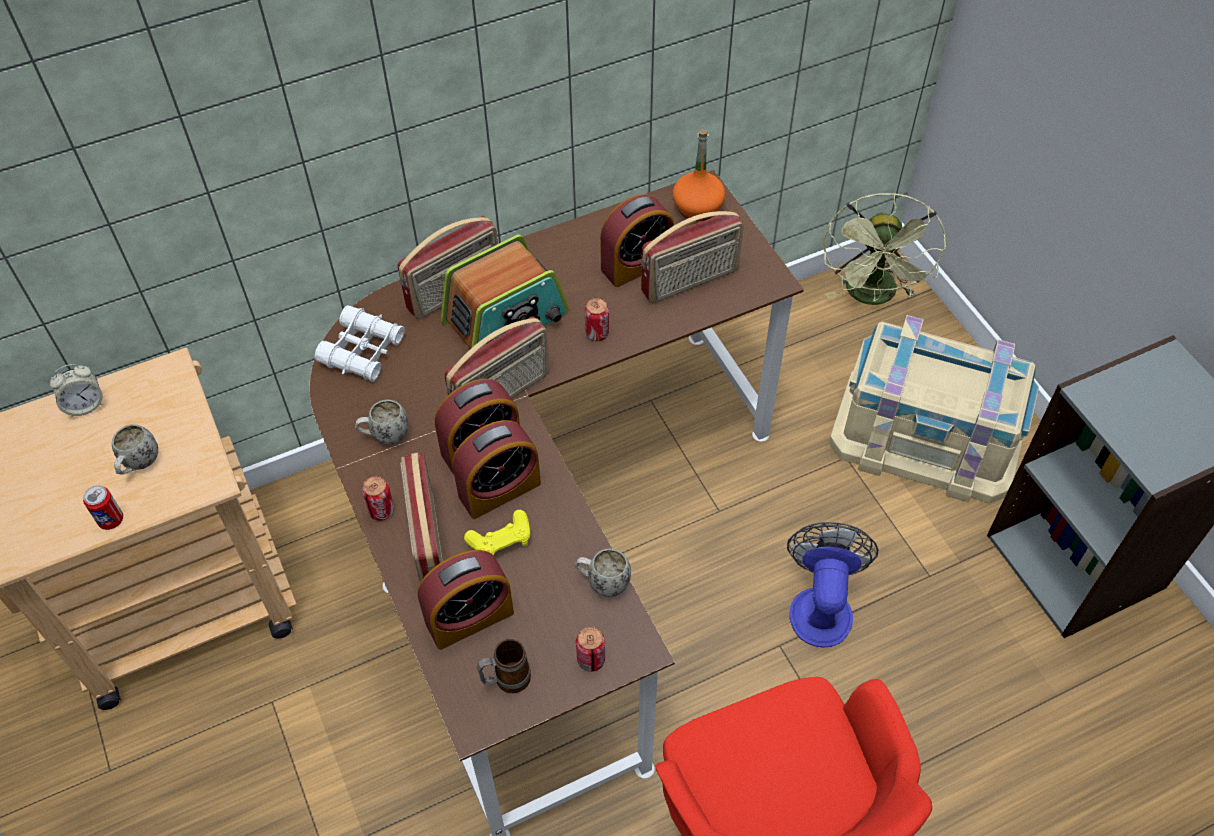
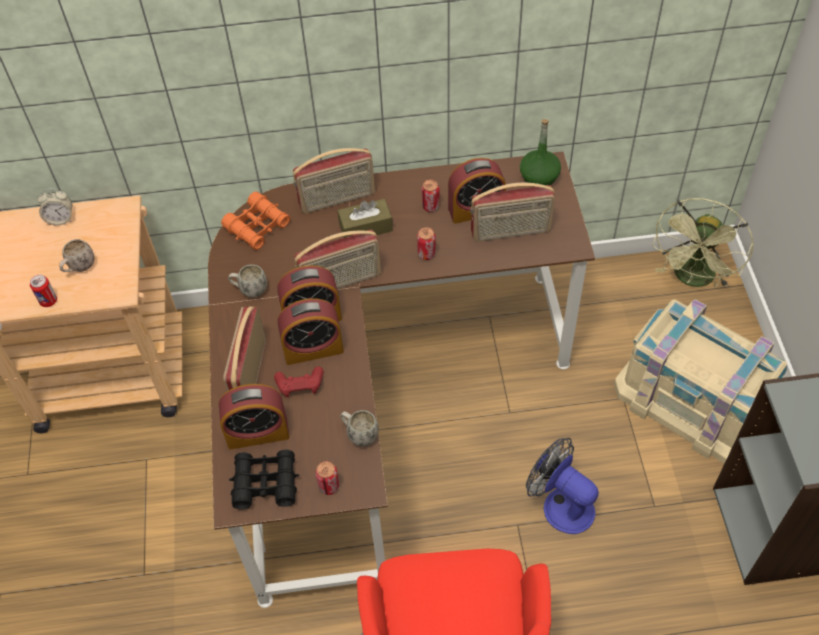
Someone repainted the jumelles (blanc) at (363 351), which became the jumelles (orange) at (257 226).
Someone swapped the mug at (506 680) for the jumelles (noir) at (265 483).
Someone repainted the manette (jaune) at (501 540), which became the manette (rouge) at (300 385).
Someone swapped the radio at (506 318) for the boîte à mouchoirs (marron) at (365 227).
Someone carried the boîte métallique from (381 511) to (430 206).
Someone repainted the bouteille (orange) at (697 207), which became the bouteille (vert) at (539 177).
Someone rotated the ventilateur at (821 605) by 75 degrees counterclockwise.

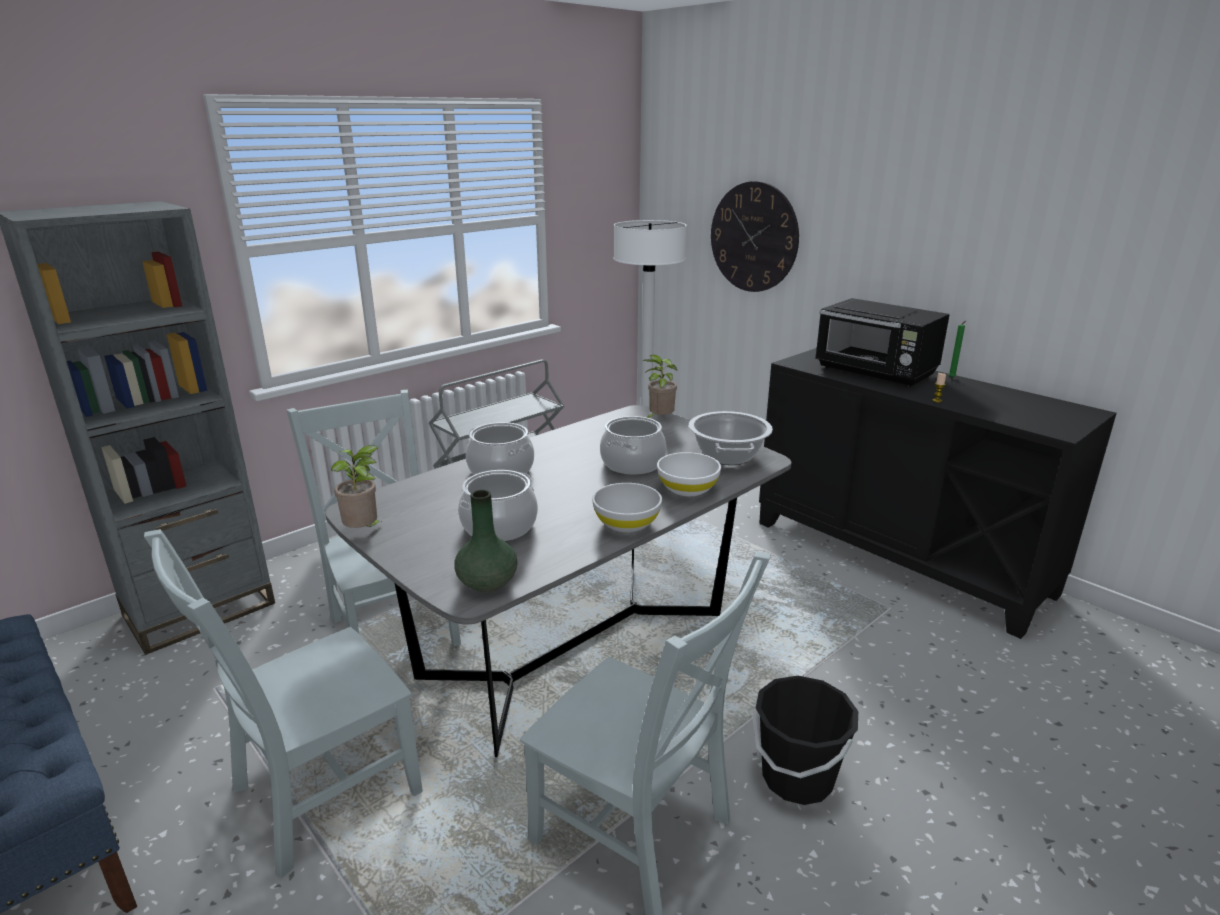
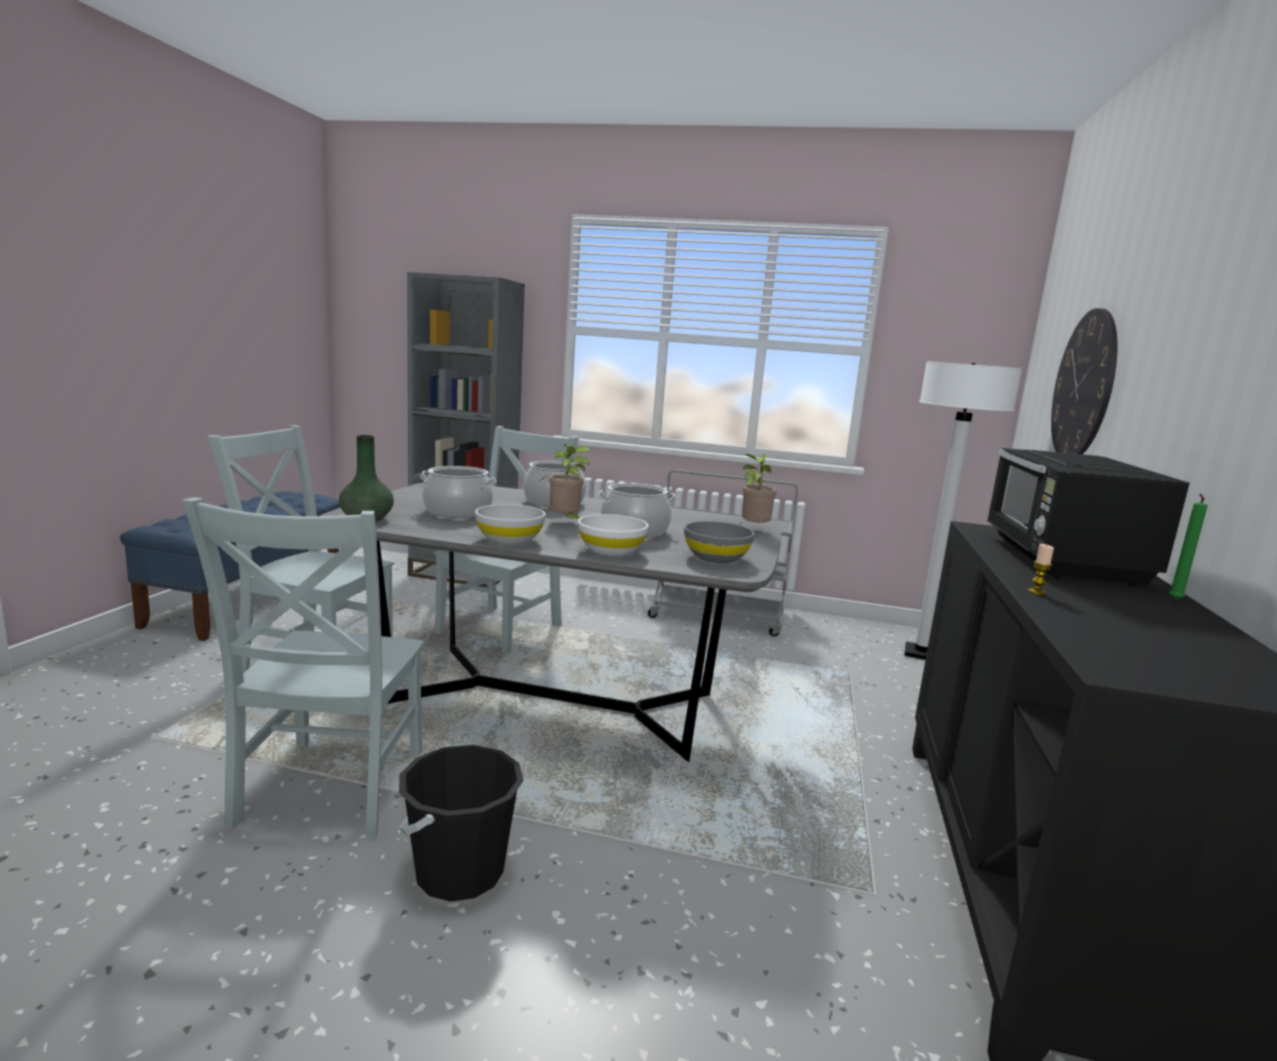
Someone carried the plante en pot from (364 531) to (566 522).
Someone swapped the marmite at (728 456) for the bol (gris) at (716 558).

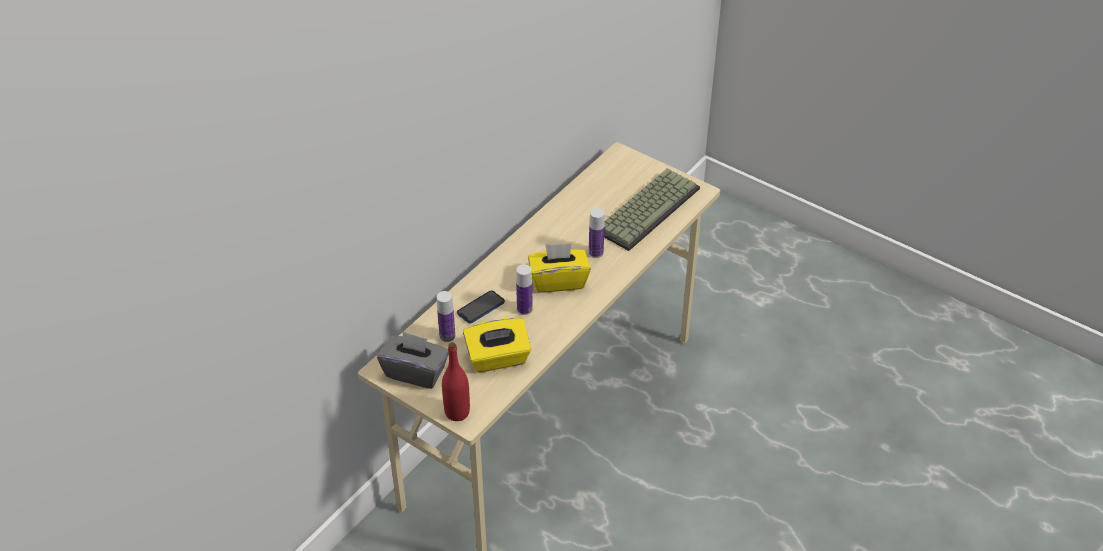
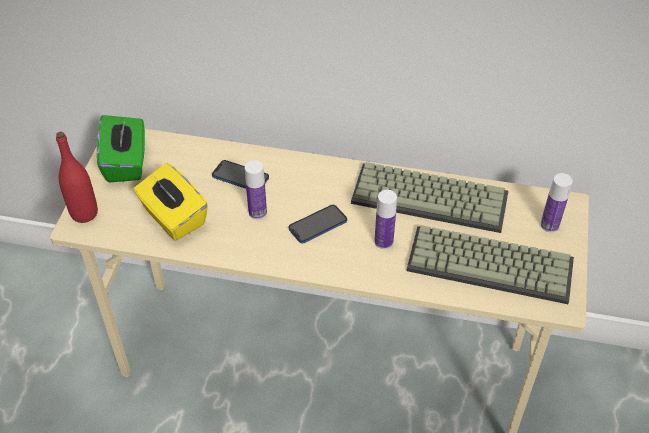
Someone repainted the boîte à mouchoirs (gris) at (415 372), which became the boîte à mouchoirs (vert) at (126 162).
Someone swapped the boîte à mouchoirs (jaune) at (558 281) for the téléphone at (317 225).
Someone put down the clavier at (431 197).
Someone carried the bouteille from (447 336) to (549 225).

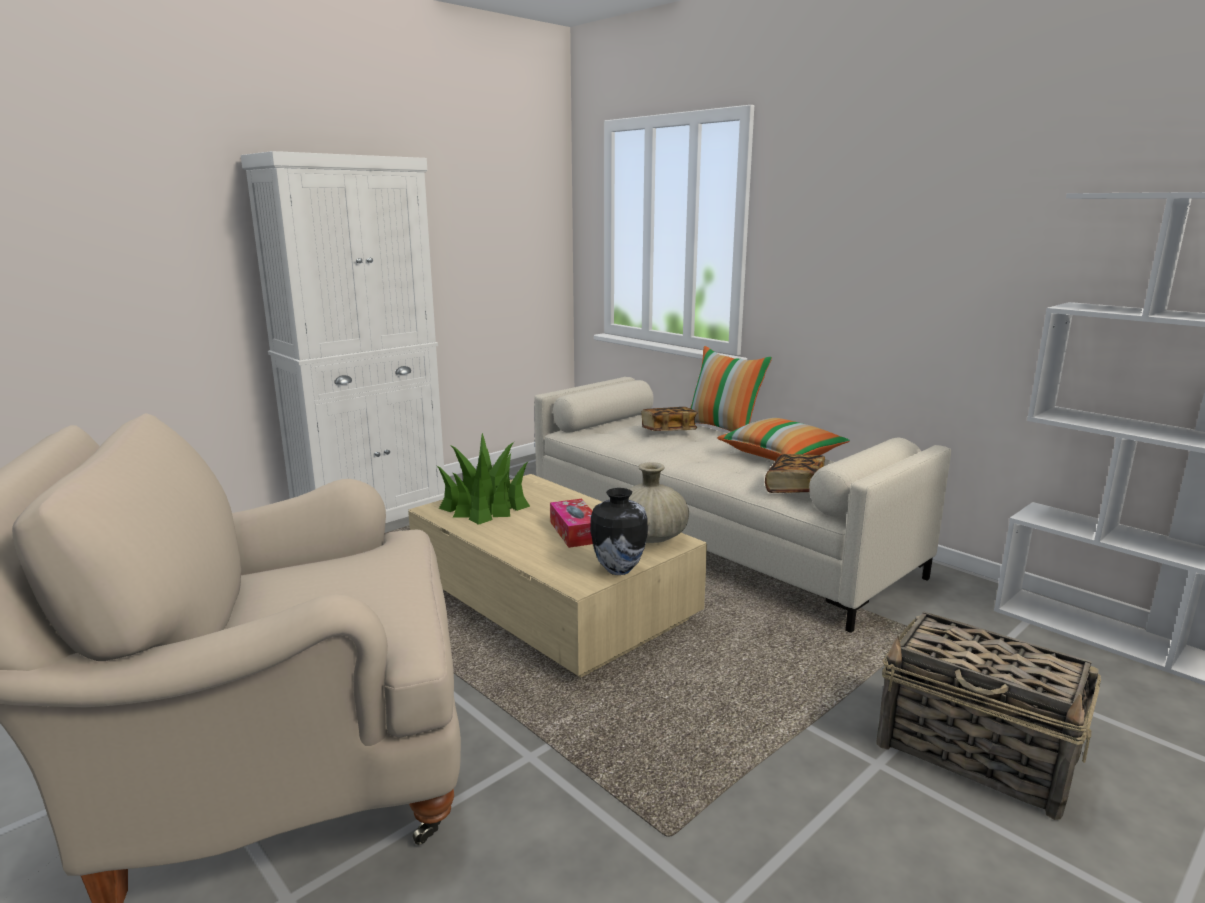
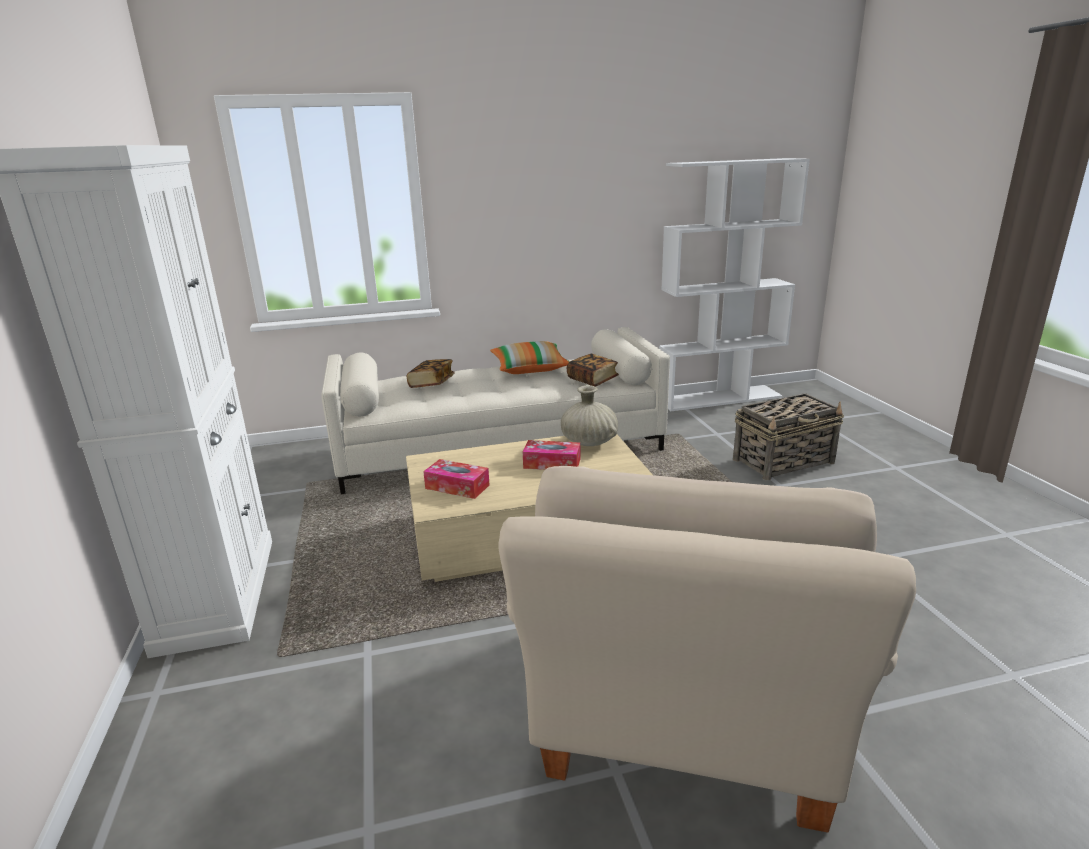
Someone swapped the plante en pot at (485 506) for the boîte à mouchoirs at (457 487).
Someone took away the vase at (618 569).
Someone took away the coussin at (723 429).

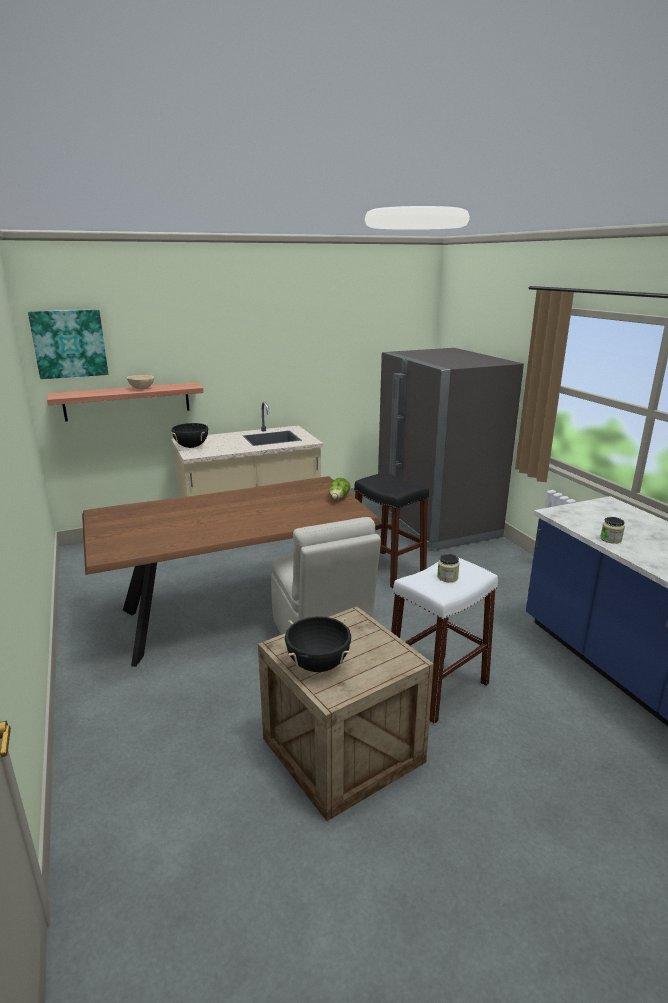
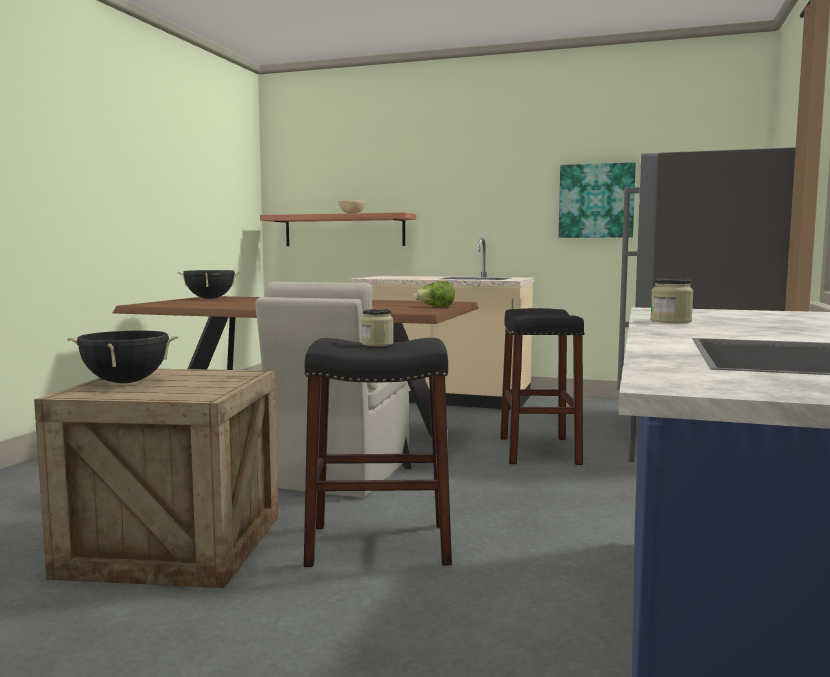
Someone carried the marmite (noir) from (191 447) to (210 298).
Someone repainted the tabouret (blanc) at (437 687), which became the tabouret (noir) at (379 544).
Someone carried the tableau from (69 343) to (596 201).

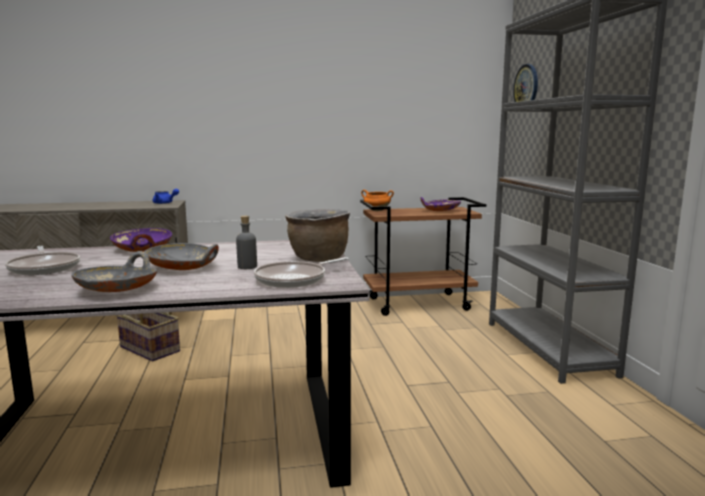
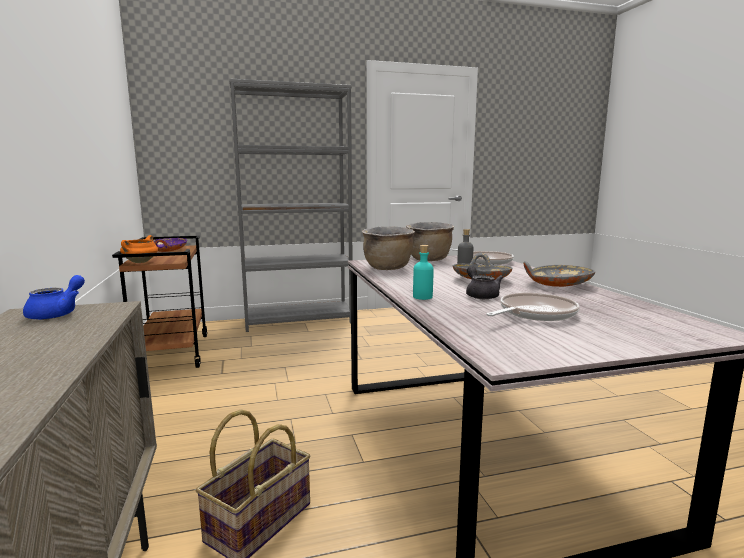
Someone put down the marmite (marron) at (388 268).
Someone swapped the bol (violet) at (142 249) for the bouteille (turquoise) at (422 297).
Someone put down the théière (gris) at (481 295).
Someone took away the horloge murale at (526 87).

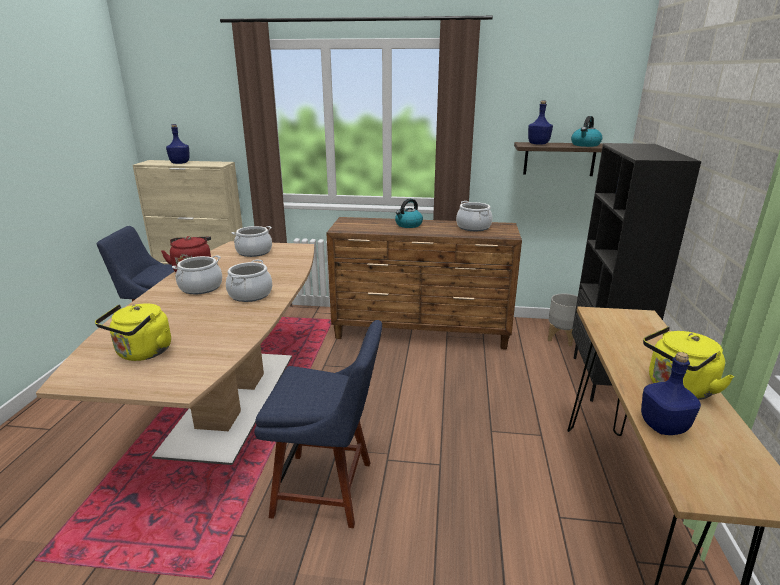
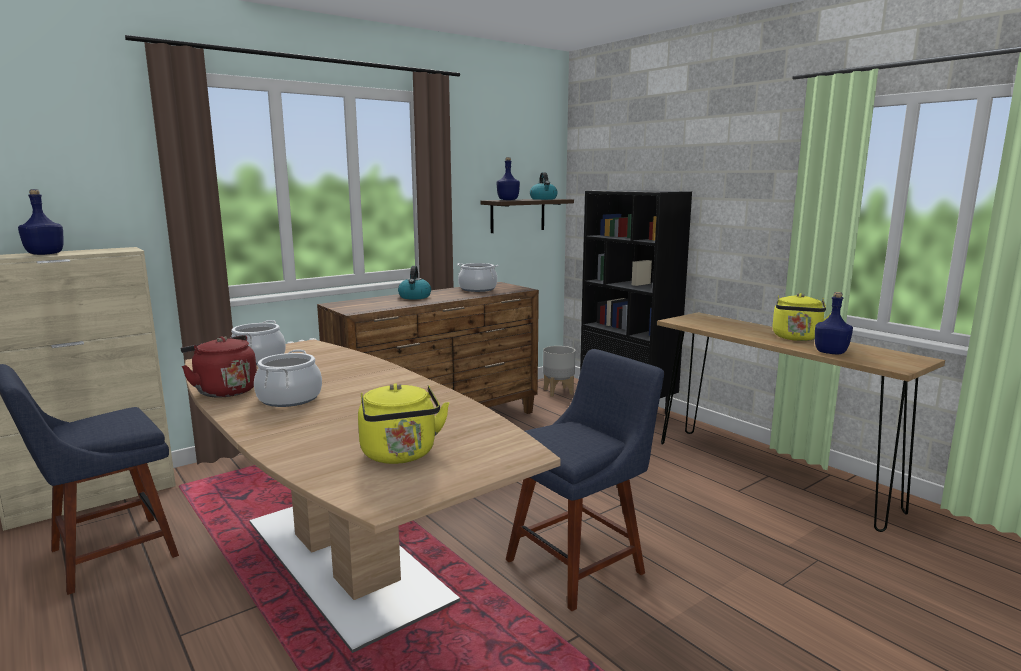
Someone took away the marmite at (250 294).

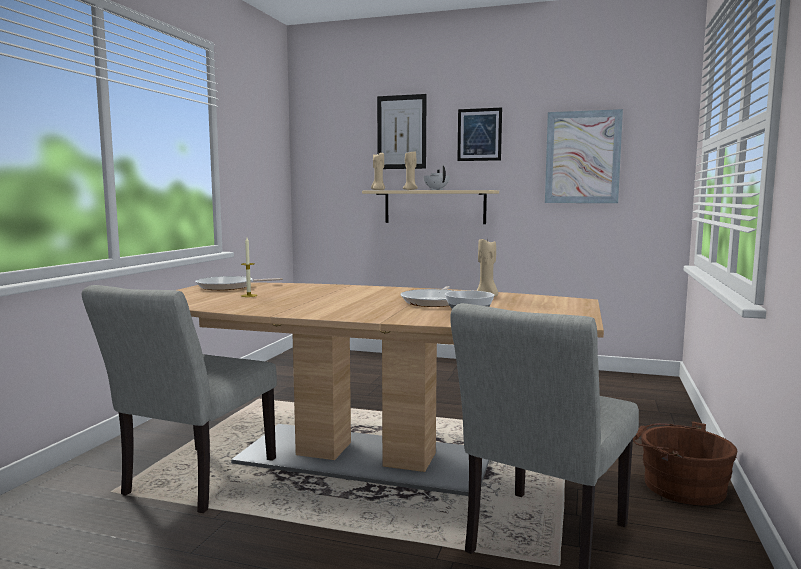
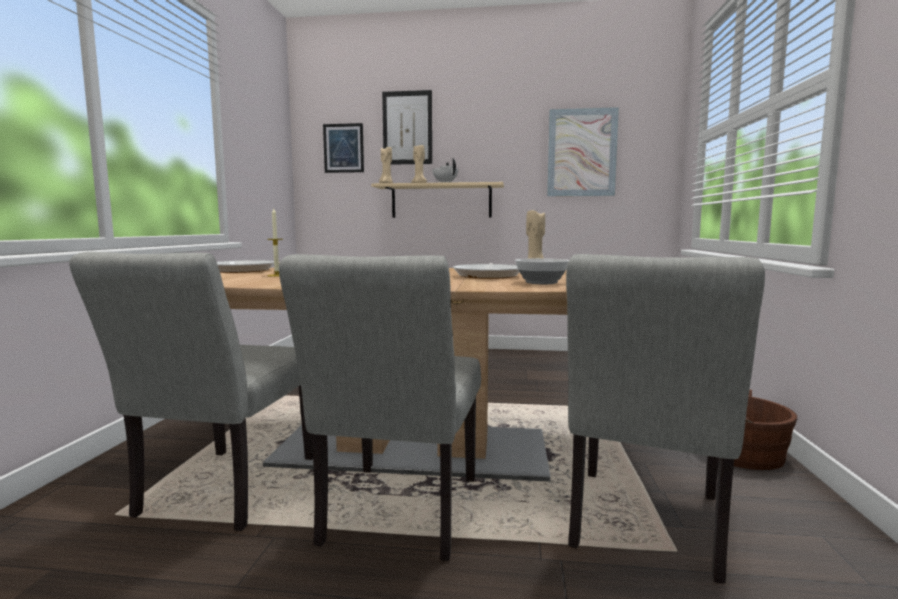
Someone put down the chaise (gris) at (397 517).
Someone carried the tableau from (479 134) to (343 148).

